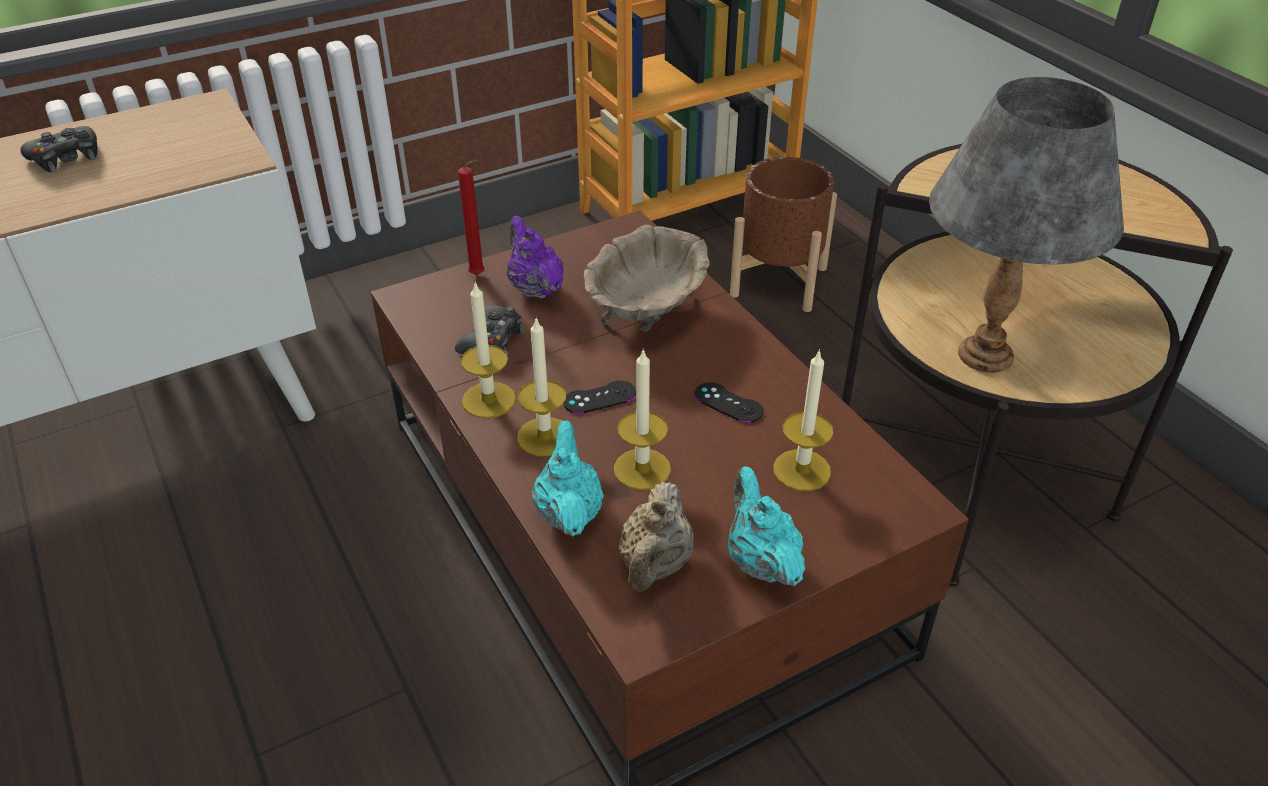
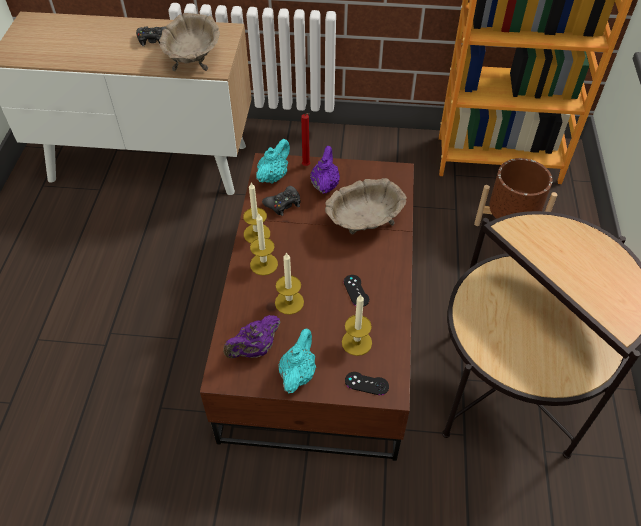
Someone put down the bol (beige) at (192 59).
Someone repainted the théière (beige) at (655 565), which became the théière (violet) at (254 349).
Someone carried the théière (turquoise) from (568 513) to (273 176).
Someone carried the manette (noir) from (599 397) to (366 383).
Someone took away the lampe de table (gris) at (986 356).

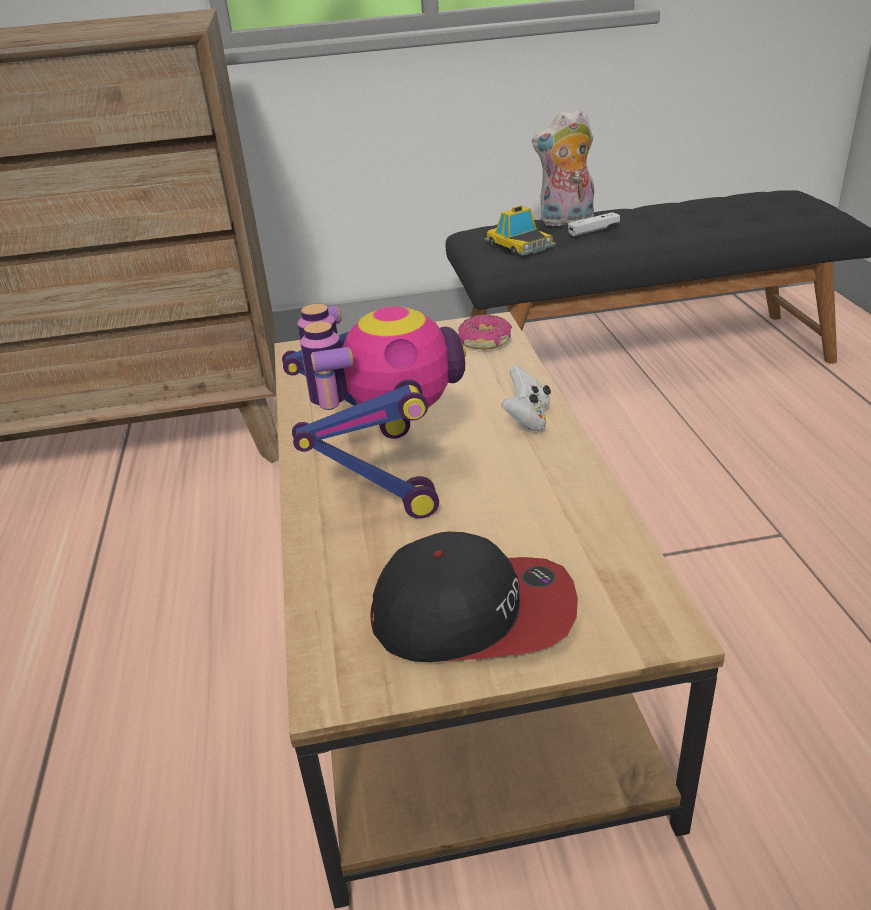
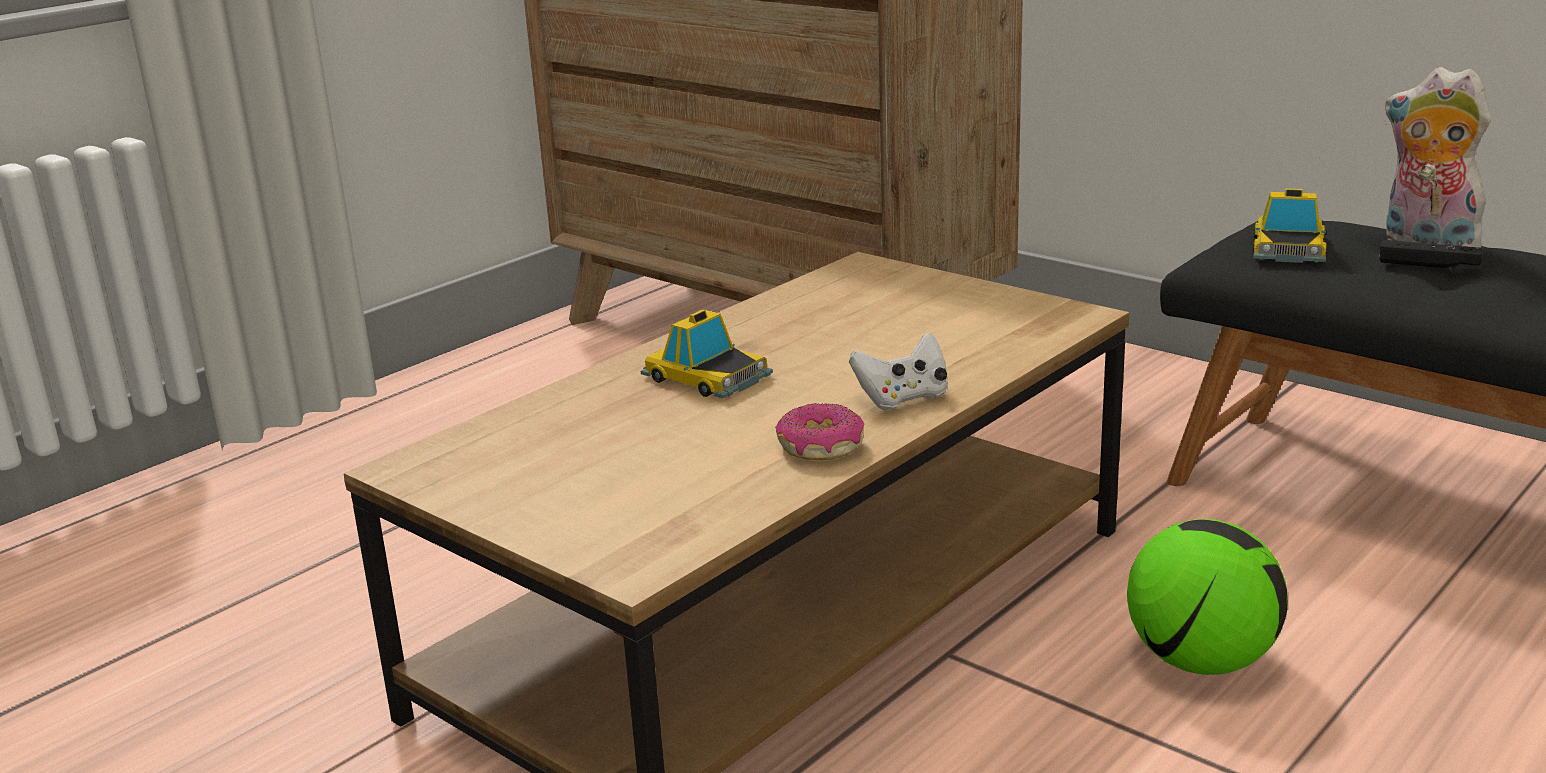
Someone swapped the robot jouet at (383 473) for the petite voiture at (706 376).
Someone carried the beignet from (485 341) to (820 447).
Someone put down the ballon de foot at (1201 661).
Someone repainted the manette (blanc) at (593 230), which became the manette (noir) at (1428 265).
Someone took away the casquette at (474 613).

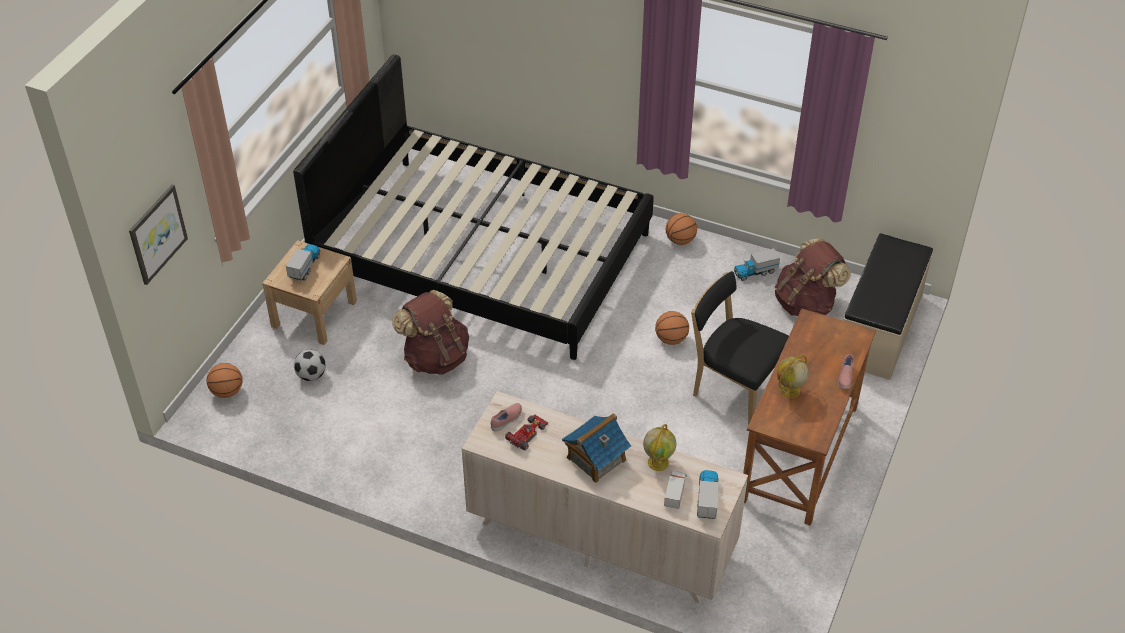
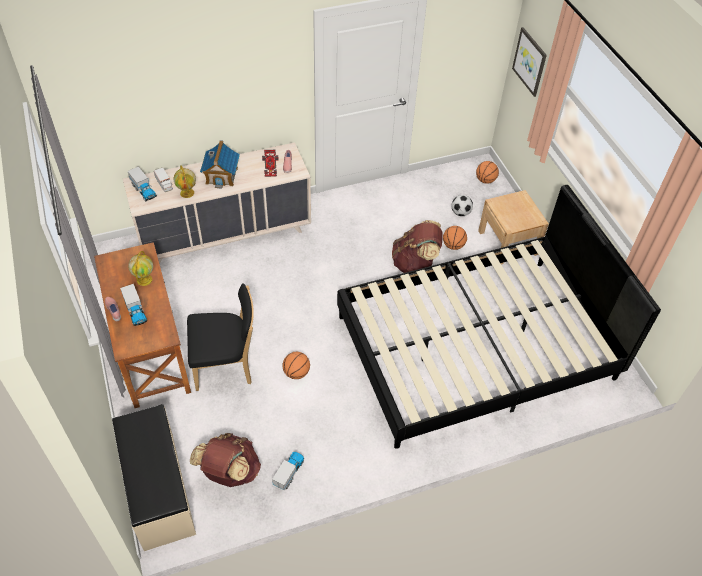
Someone carried the camion jouet from (305 267) to (136 311).
Someone carried the ballon de basket from (680 240) to (453 245).

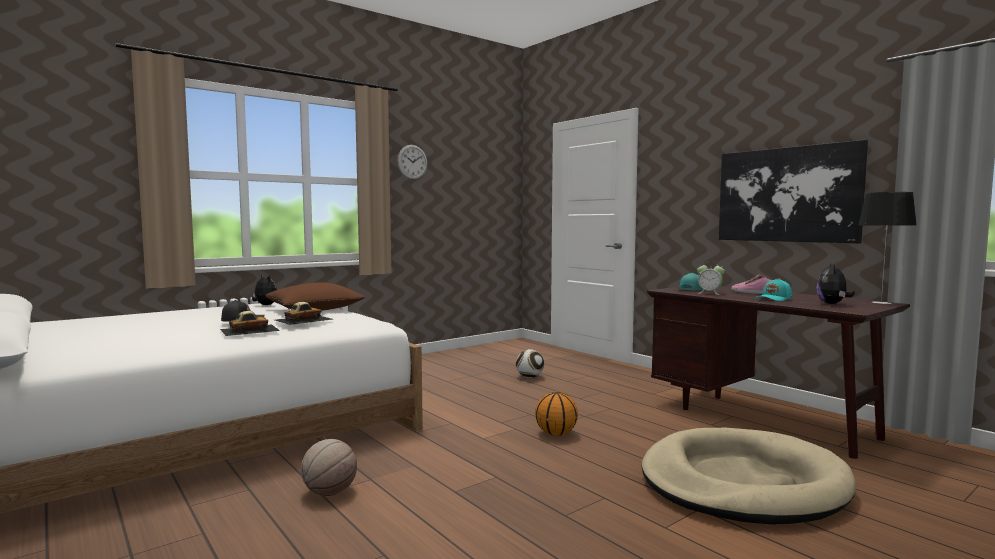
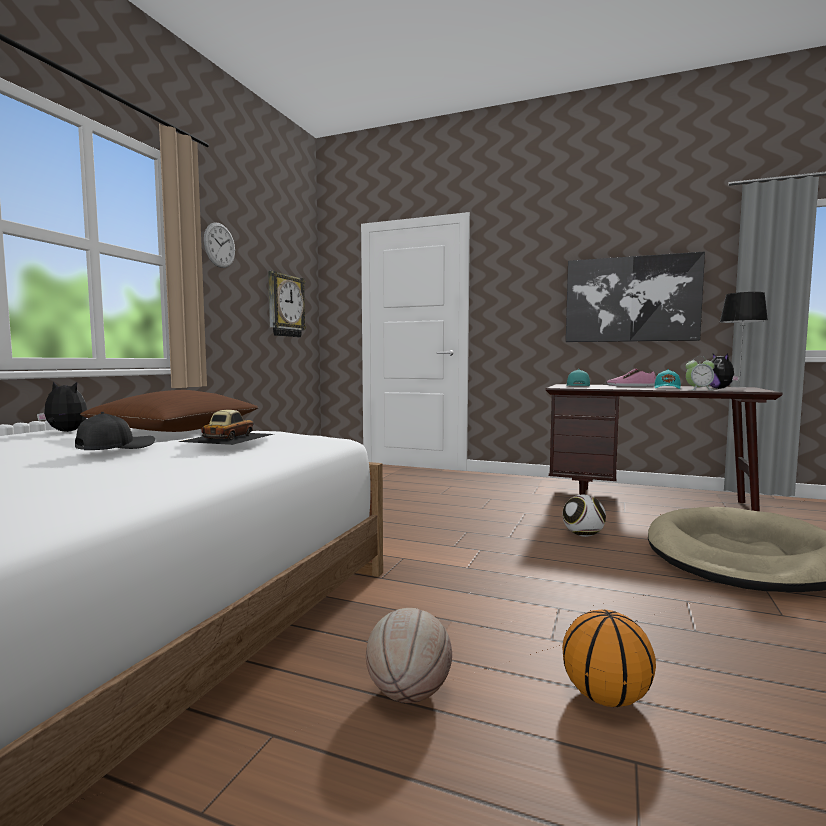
Someone put up the horloge murale at (285 306).
Someone carried the ballon de basket from (556 433) to (606 696).
Someone carried the ballon de foot from (530 377) to (583 535).
Someone carried the réveil from (709 293) to (699 389).
Someone took away the petite voiture at (249 329).

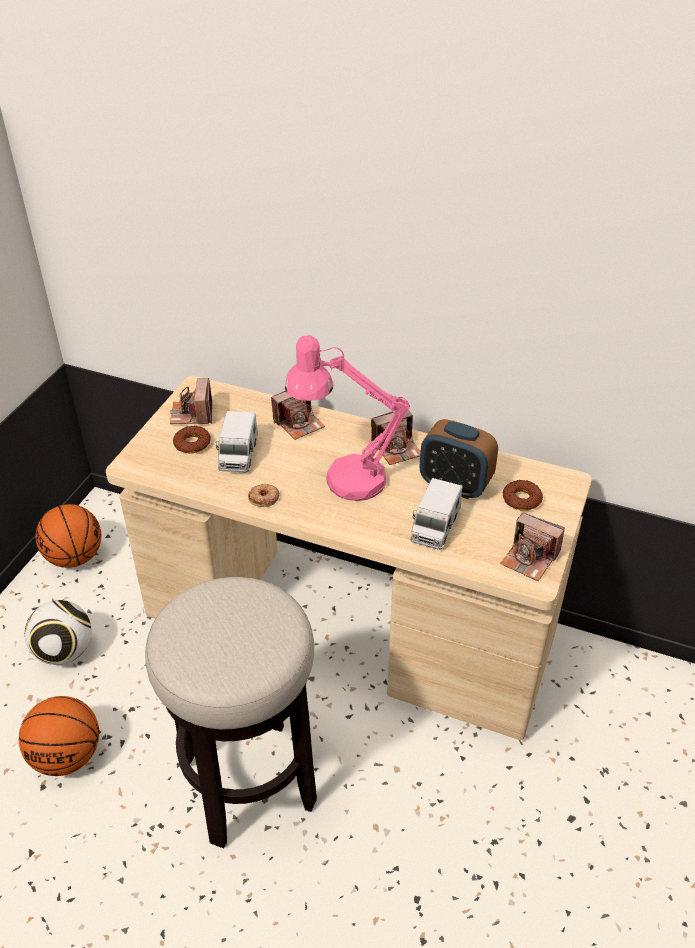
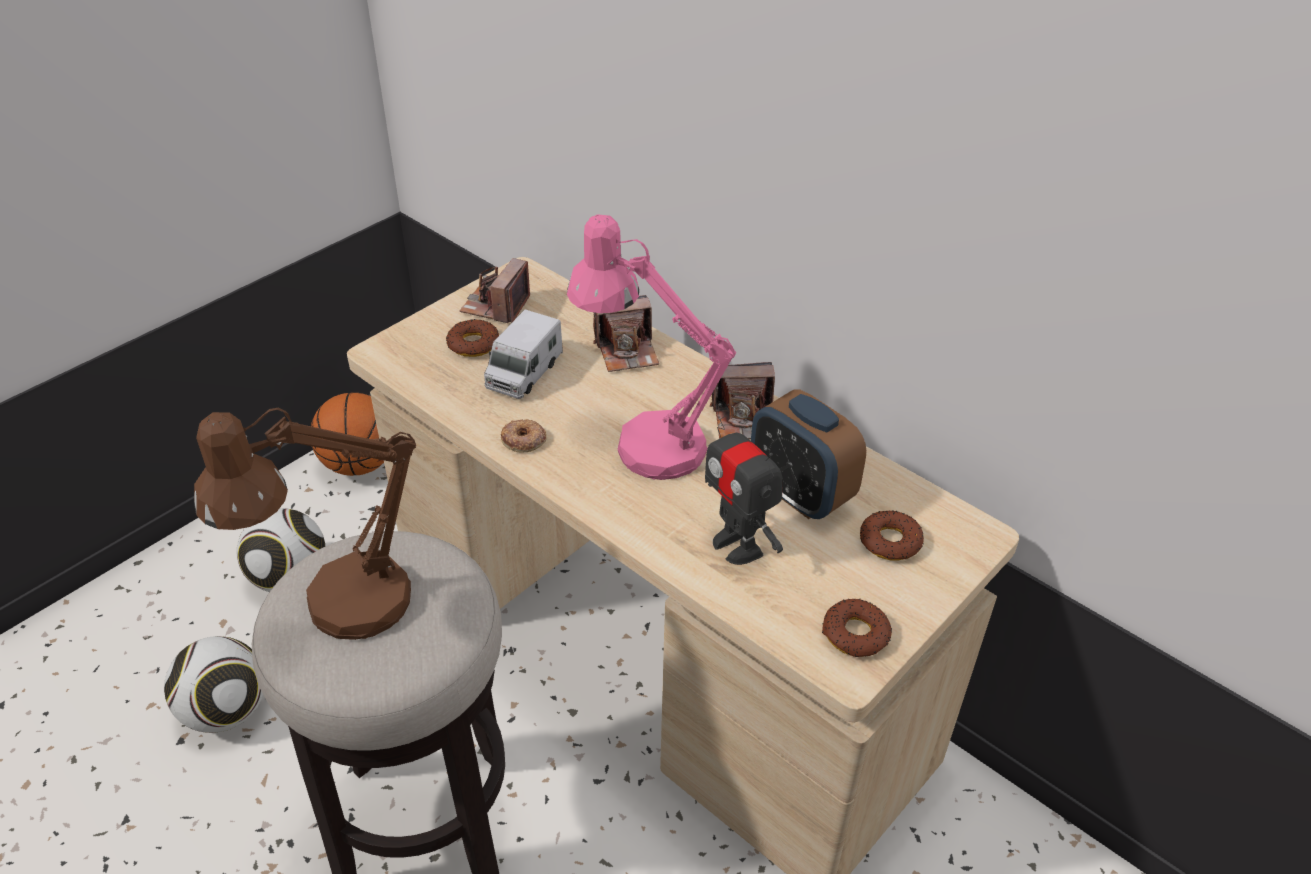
Someone swapped the ballon de basket at (67 756) for the ballon de foot at (227 711).
Someone put down the lampe de table (marron) at (338 610).
Someone swapped the camion jouet at (435 526) for the robot jouet at (737 545).
Someone swapped the appareil photo at (529 558) for the beignet at (855 634).

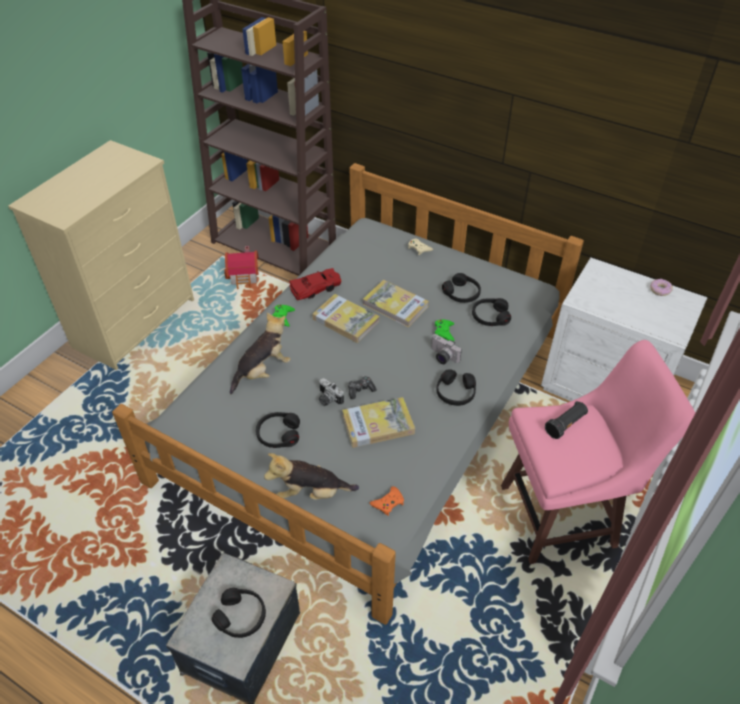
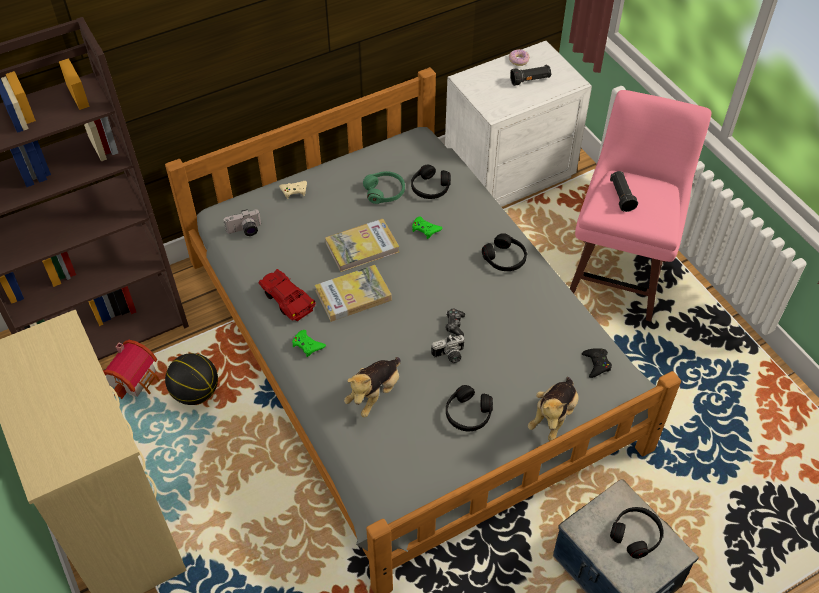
Someone put down the ballon de basket at (196 392).
Someone carried the appareil photo from (442 357) to (245 231).
Someone rotated the petite voiture (rouge) at (316 289) by 45 degrees counterclockwise.
Someone rotated the peluche at (263 371) by 135 degrees counterclockwise.
Someone repainted the casque audio (noir) at (461 293), which became the casque audio (vert) at (384 192).
Someone put down the lampe de poche (noir) at (530 80).
Someone repainted the manette (orange) at (388 503), which became the manette (noir) at (596 364).
Someone took away the livre at (378 424).

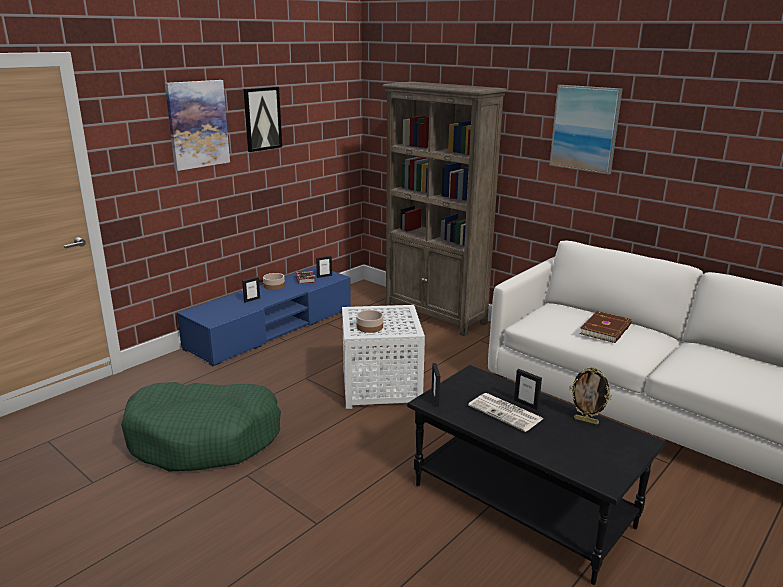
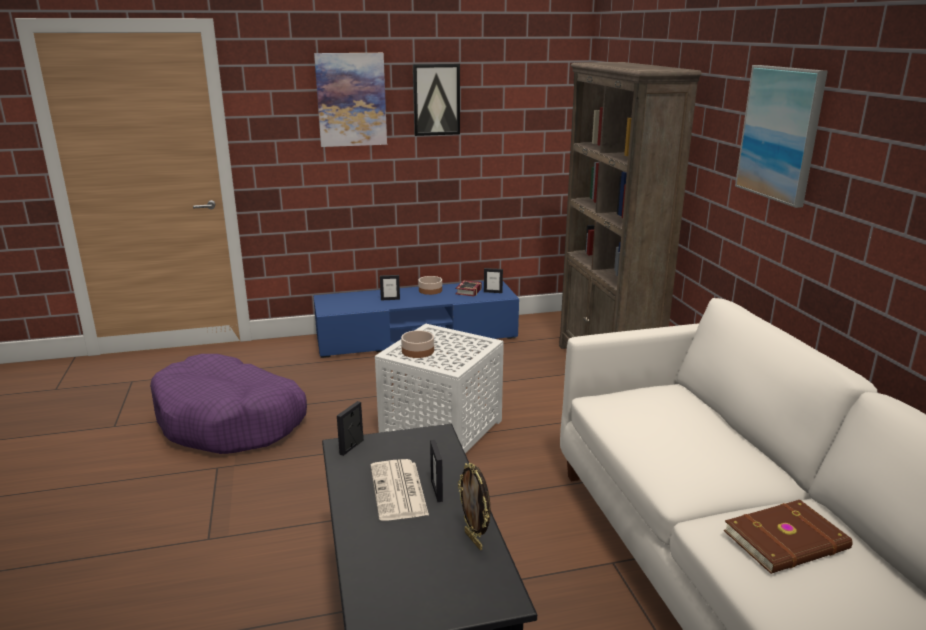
Someone repainted the panier pour chien (vert) at (204 438), which became the panier pour chien (violet) at (230 421).
Someone carried the livre (marron) from (606 329) to (787 541).

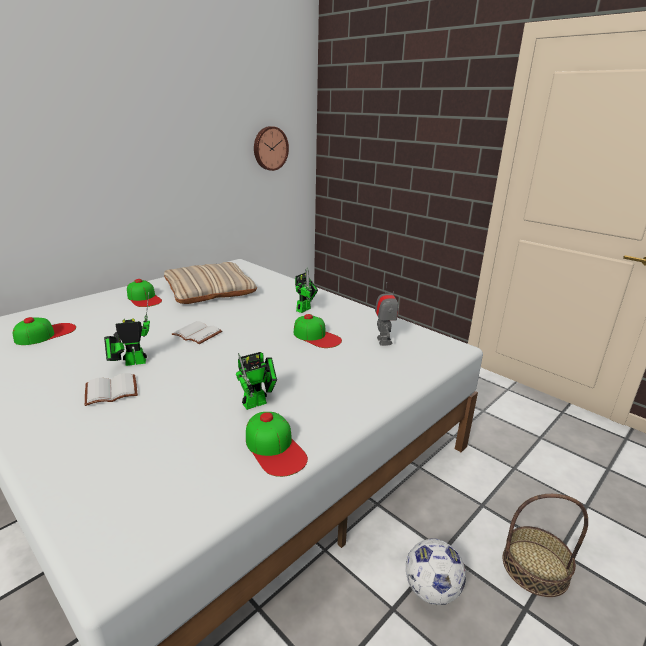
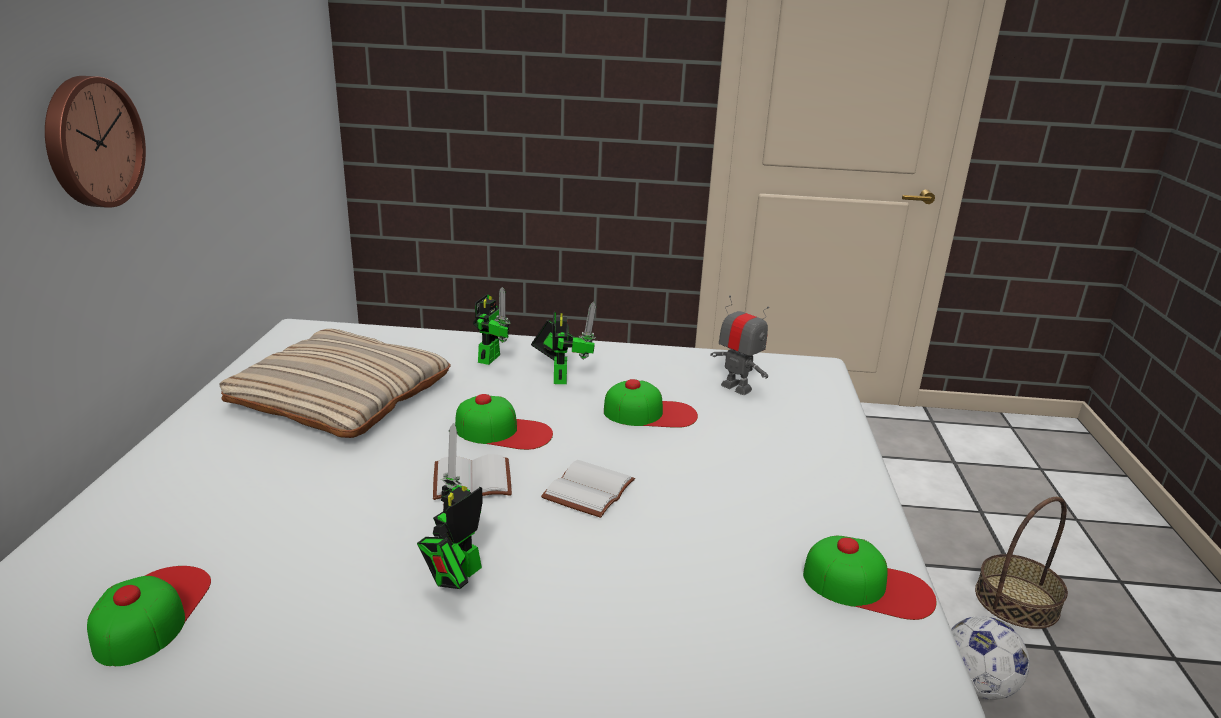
Someone carried the horloge murale from (270 148) to (91 142).
Someone carried the casquette from (144 298) to (503 431).
Someone carried the robot jouet from (258 402) to (491 357).
Someone carried the livre (blanc) from (112 390) to (587 489).

